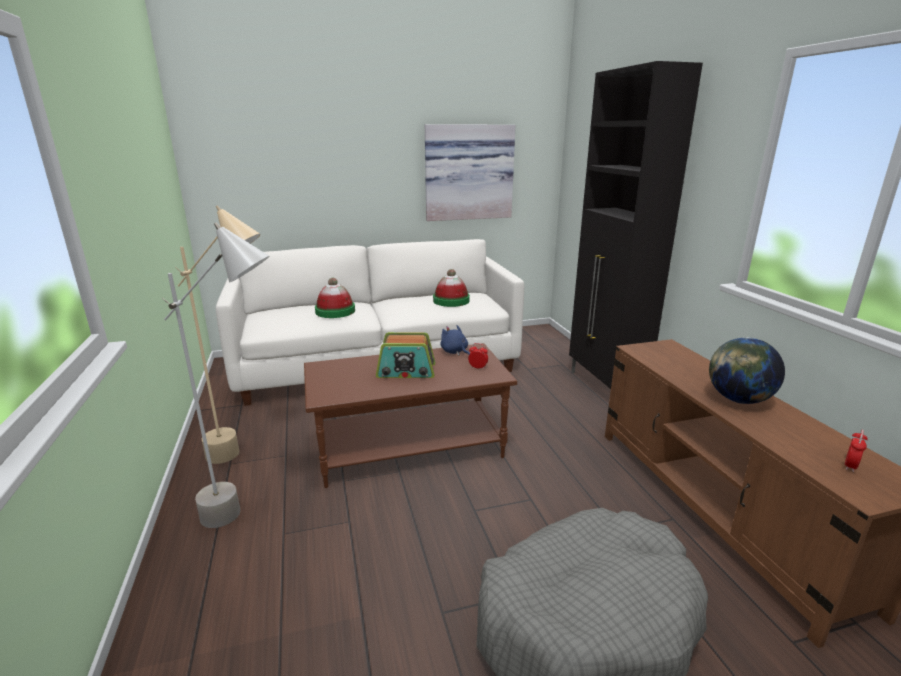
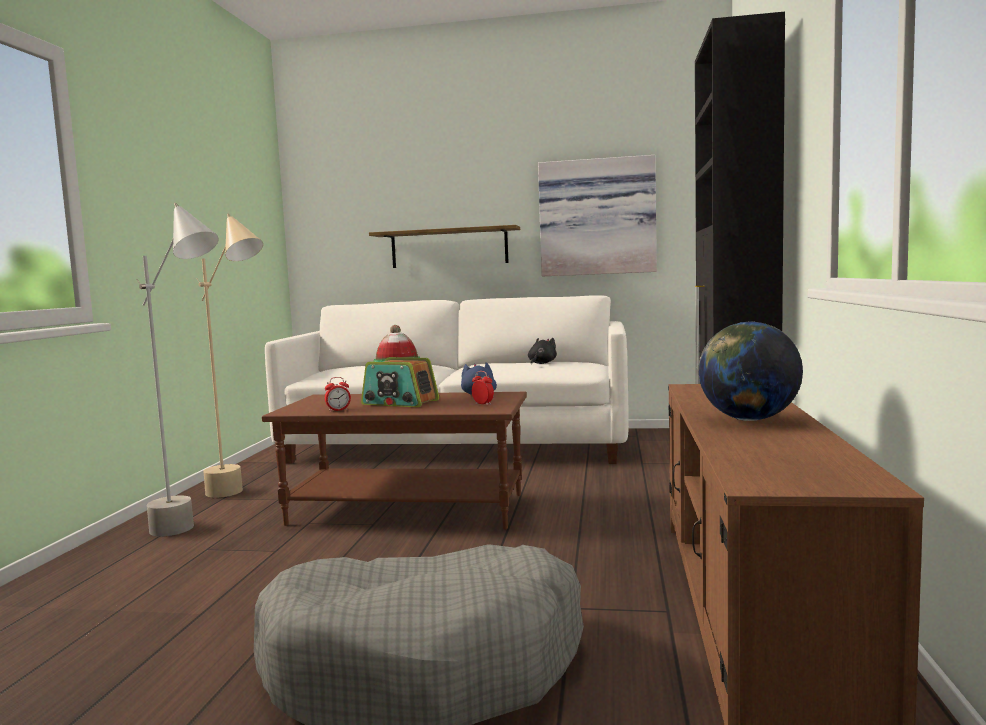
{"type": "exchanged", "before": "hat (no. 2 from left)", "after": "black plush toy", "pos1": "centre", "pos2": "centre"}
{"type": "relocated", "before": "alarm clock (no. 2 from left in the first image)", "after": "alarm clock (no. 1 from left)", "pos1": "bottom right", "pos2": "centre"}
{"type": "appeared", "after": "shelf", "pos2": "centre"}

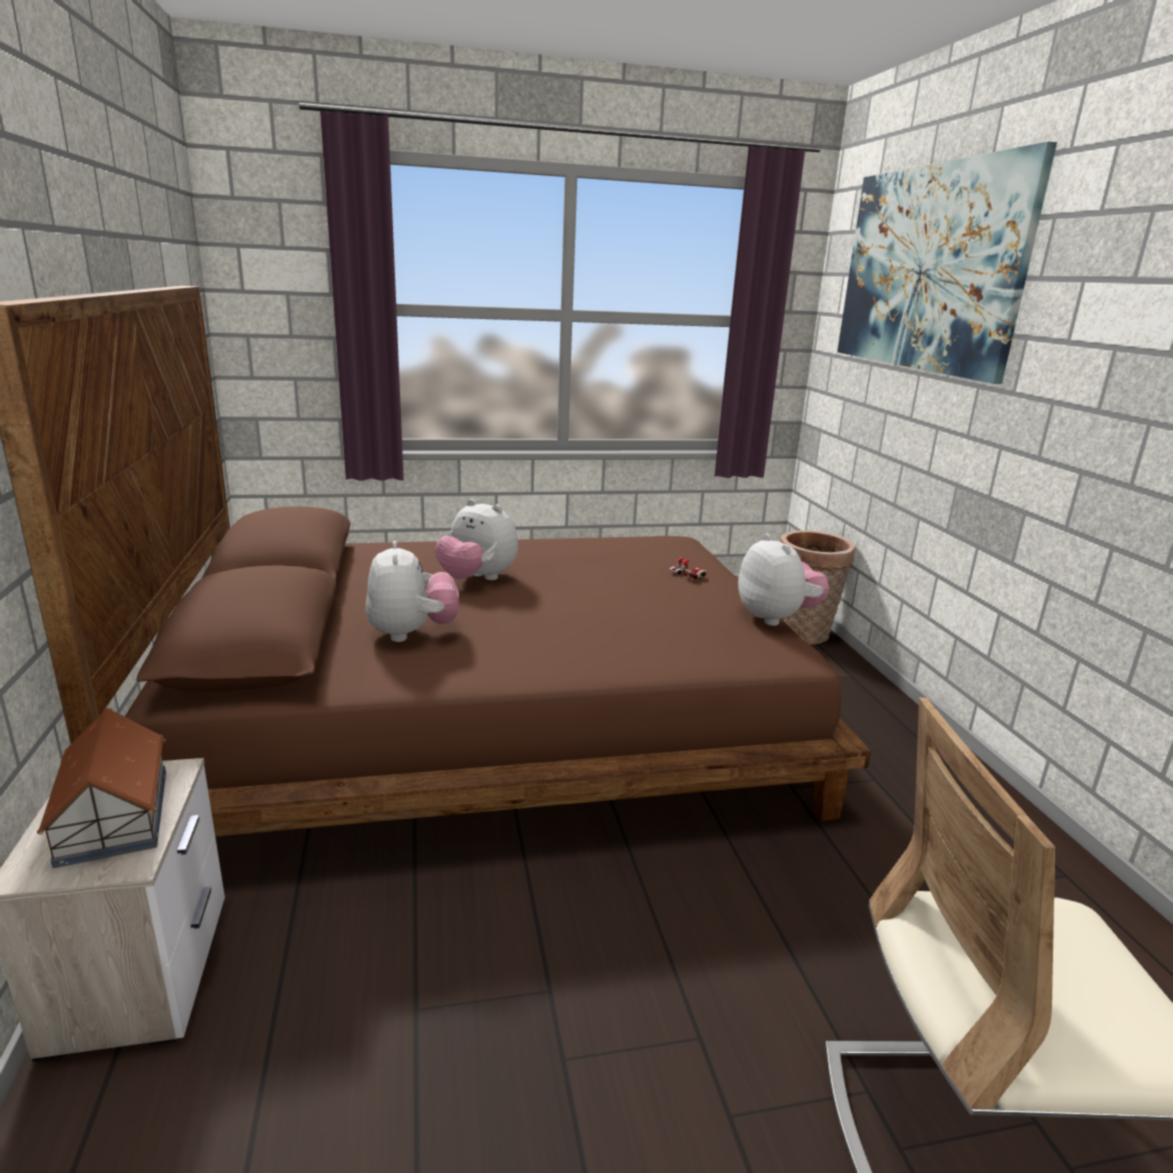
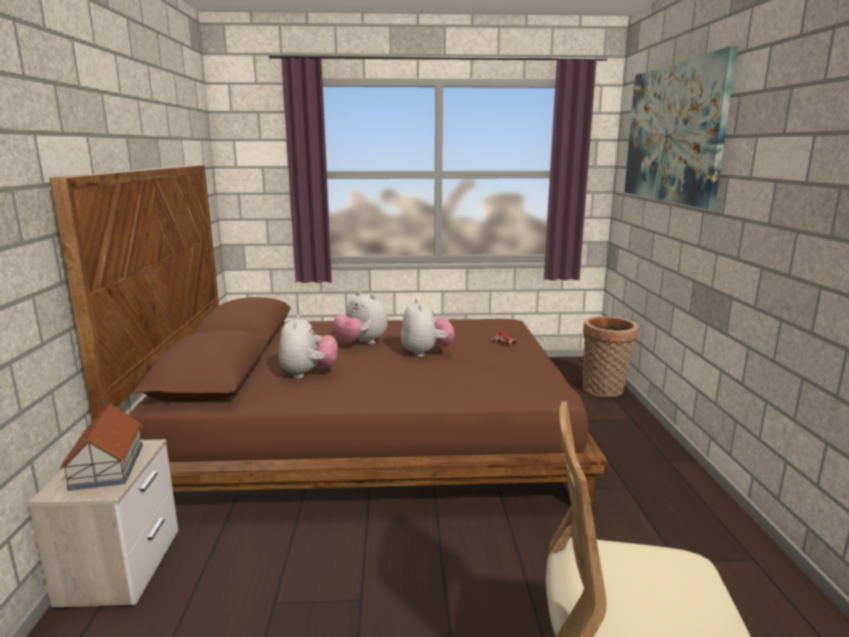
{"type": "relocated", "before": "plush toy (no. 3 from left)", "pos1": "middle right", "pos2": "centre"}

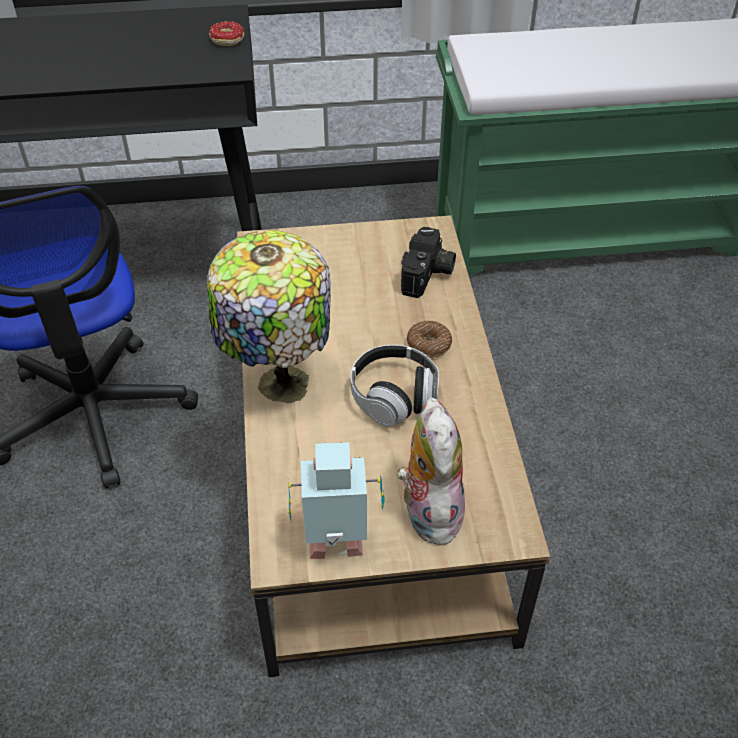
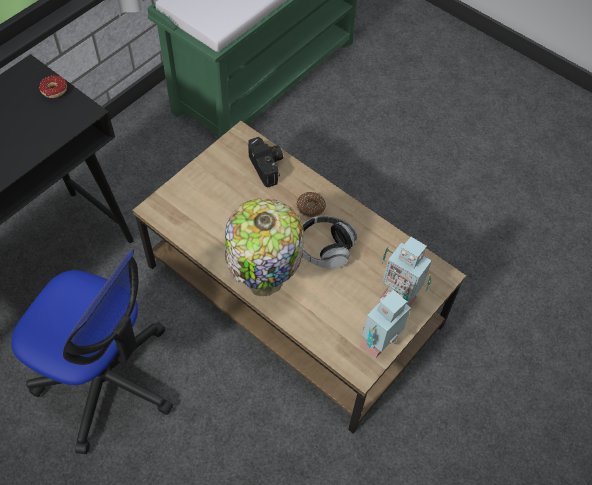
{"type": "exchanged", "before": "plush toy", "after": "toy robot (no. 2 from left)", "pos1": "centre", "pos2": "middle right"}

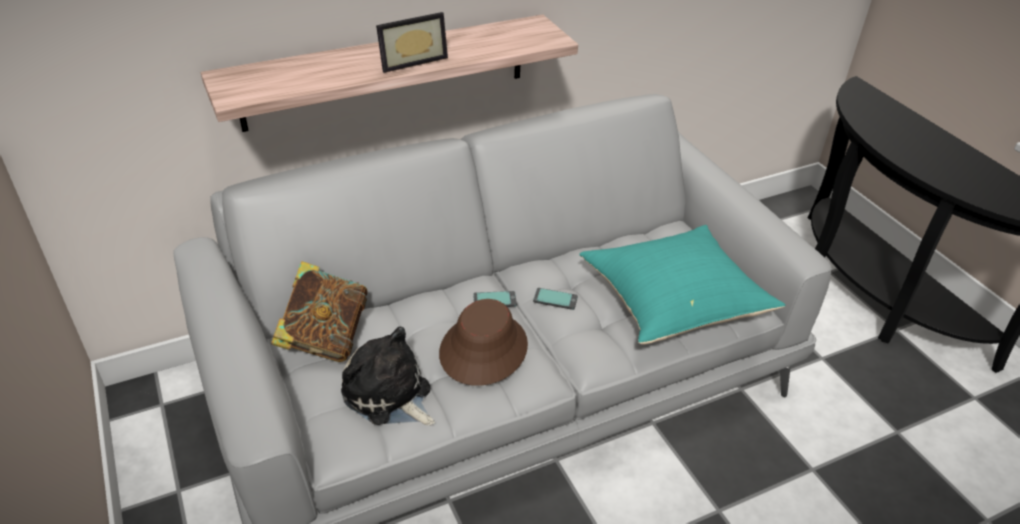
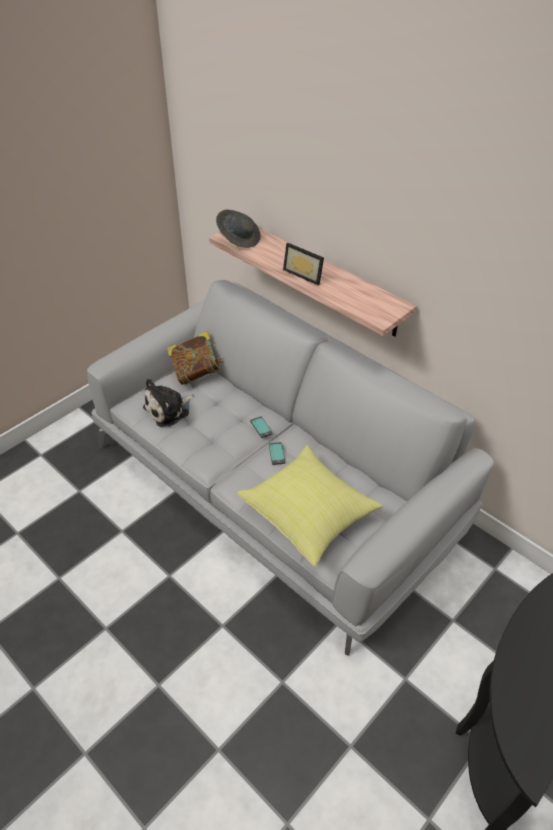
{"type": "spun", "before": "plush toy", "pos1": "bottom centre", "pos2": "middle left", "turn": -150}
{"type": "missing", "before": "brown hat", "pos1": "centre"}
{"type": "colour", "before": "turquoise pillow", "after": "yellow pillow", "pos1": "middle right", "pos2": "centre"}
{"type": "appeared", "after": "grey hat", "pos2": "top centre"}

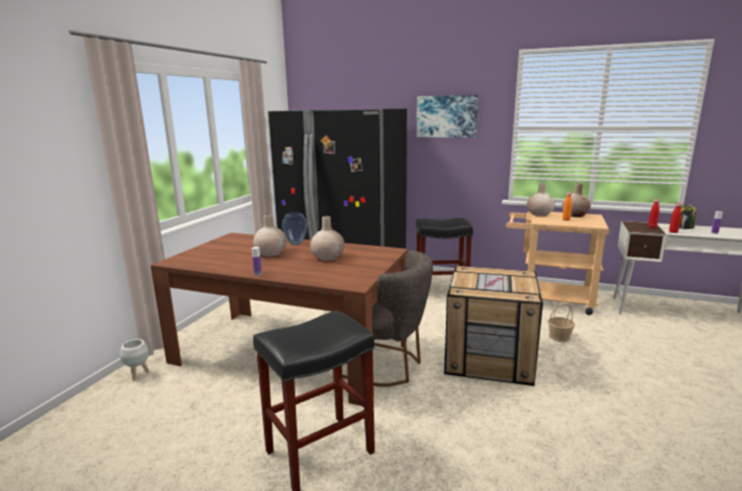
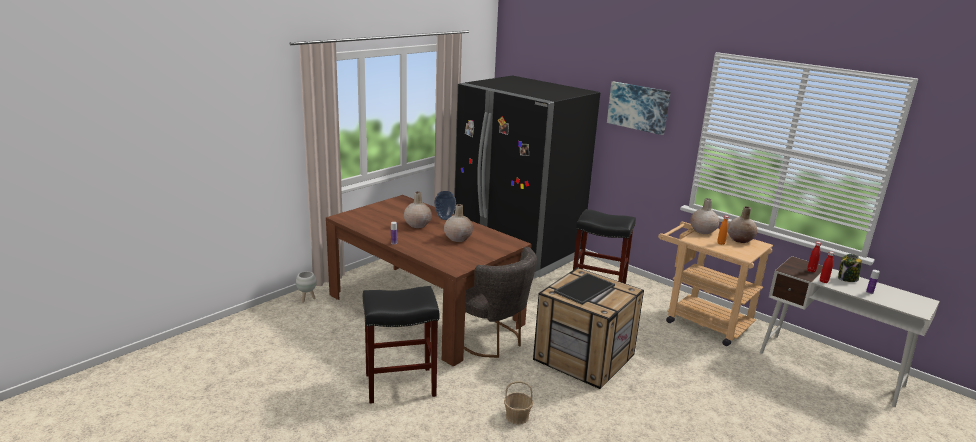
{"type": "relocated", "before": "basket", "pos1": "middle right", "pos2": "bottom centre"}
{"type": "appeared", "after": "tray", "pos2": "centre"}

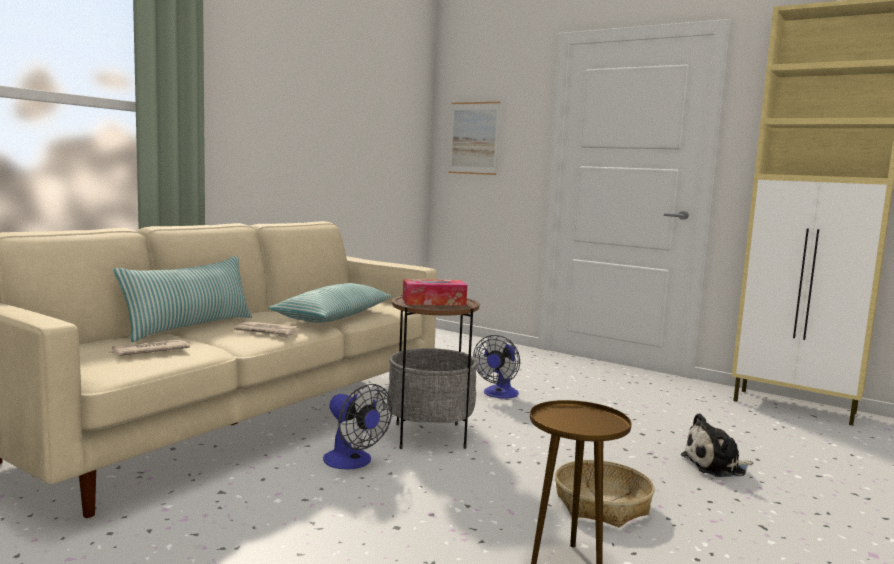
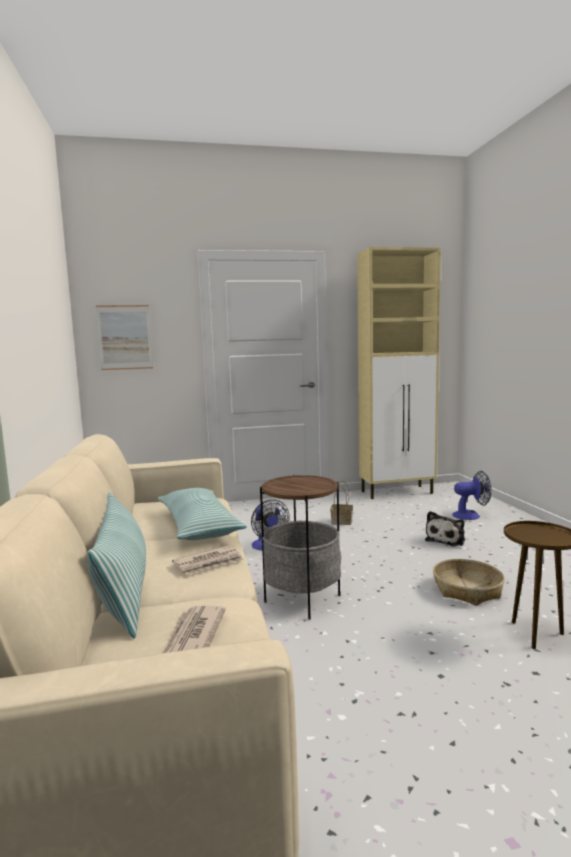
{"type": "relocated", "before": "fan (no. 1 from left in the first image)", "after": "fan (no. 2 from left)", "pos1": "bottom centre", "pos2": "middle right"}
{"type": "missing", "before": "tissue box", "pos1": "centre"}
{"type": "appeared", "after": "basket (no. 1 from left)", "pos2": "centre"}

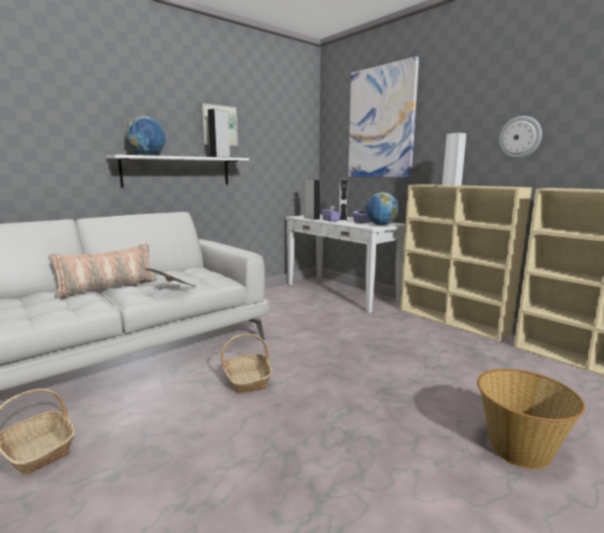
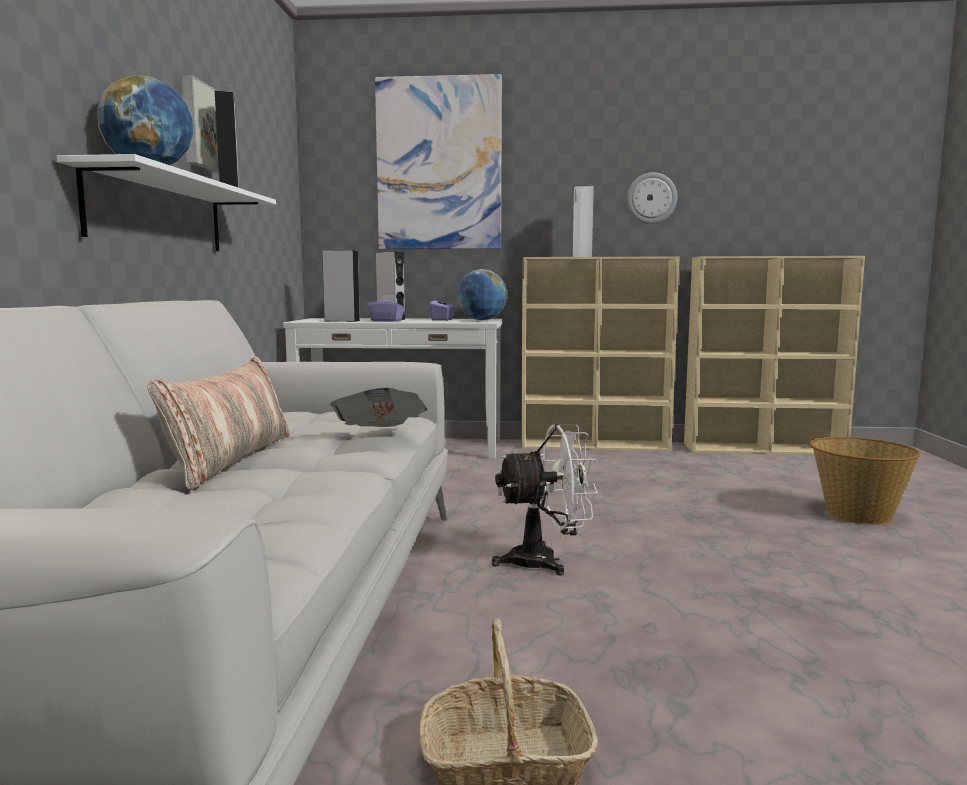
{"type": "exchanged", "before": "basket (no. 2 from left)", "after": "white fan", "pos1": "bottom centre", "pos2": "centre"}

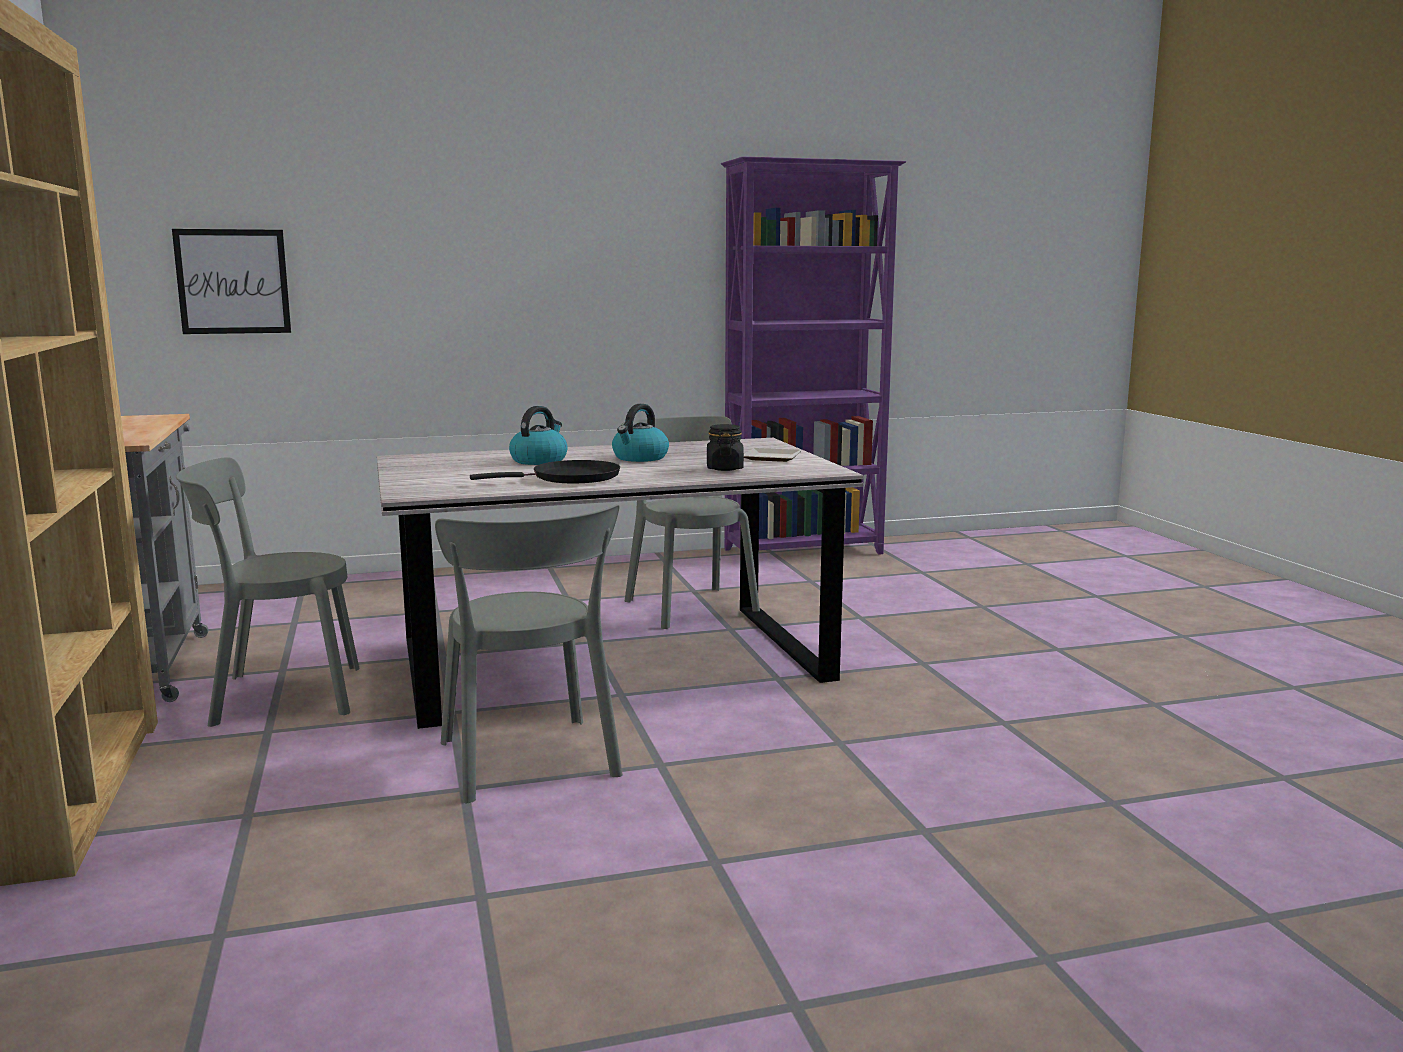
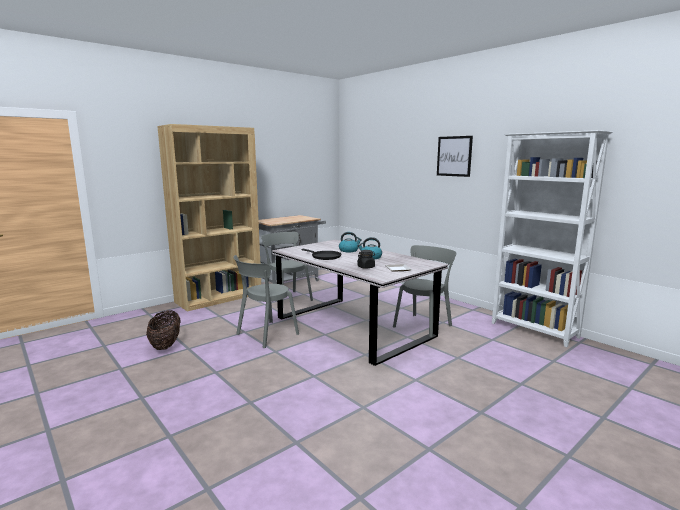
{"type": "relocated", "before": "picture", "pos1": "top left", "pos2": "top right"}
{"type": "colour", "before": "purple bookcase", "after": "white bookcase", "pos1": "centre", "pos2": "middle right"}
{"type": "appeared", "after": "basket", "pos2": "middle left"}

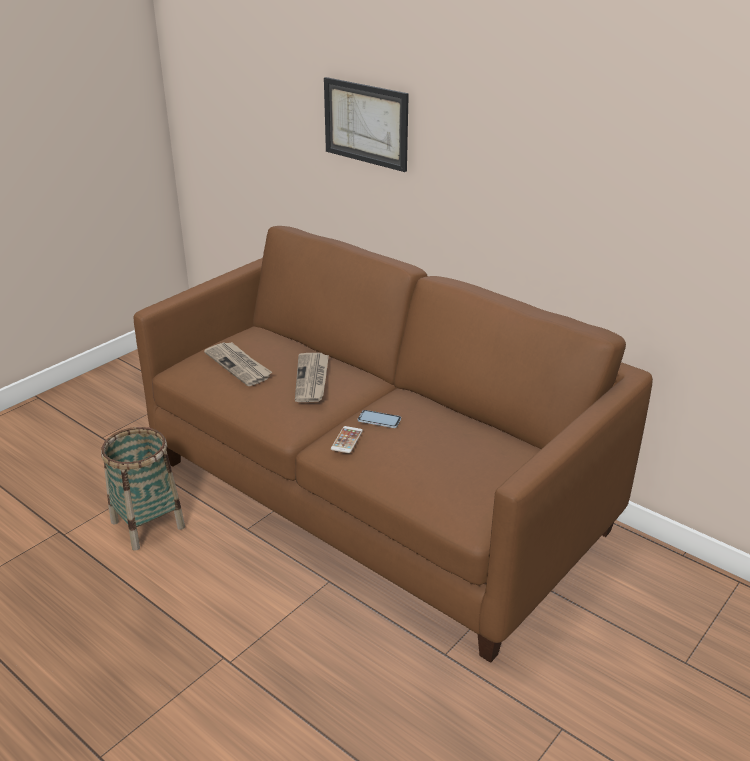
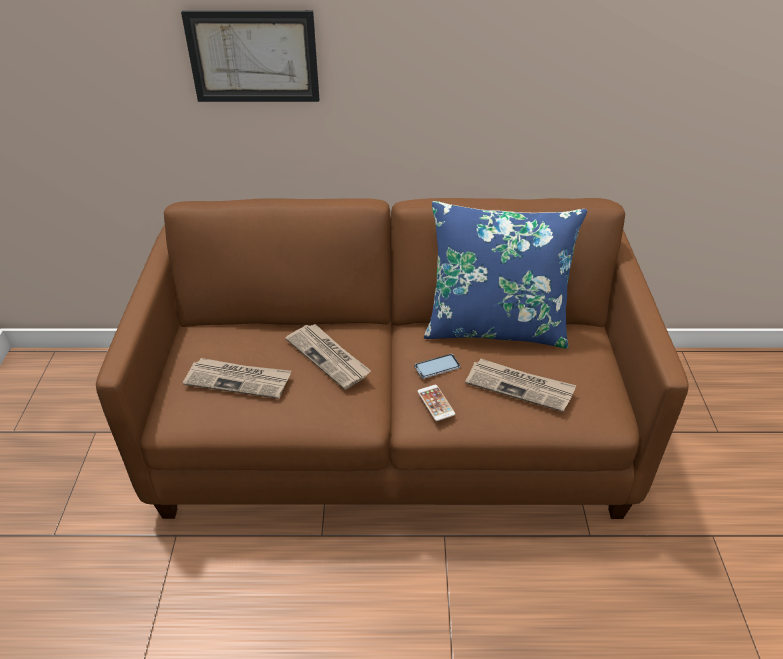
{"type": "missing", "before": "basket", "pos1": "middle left"}
{"type": "appeared", "after": "blue pillow", "pos2": "centre"}
{"type": "appeared", "after": "newspaper (no. 3 from left)", "pos2": "centre"}

